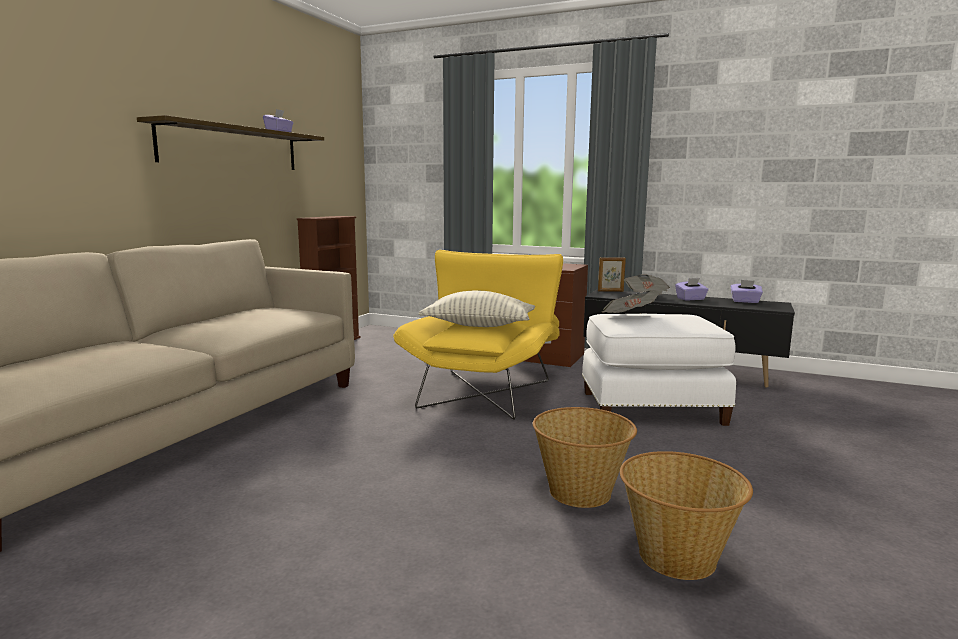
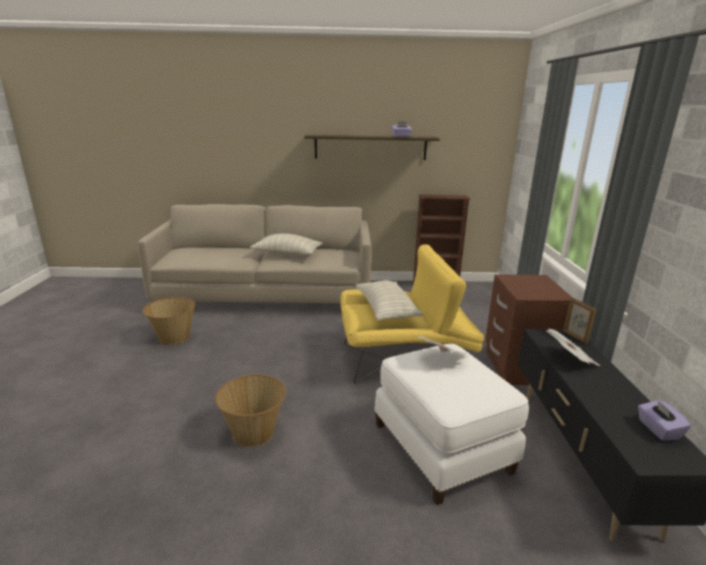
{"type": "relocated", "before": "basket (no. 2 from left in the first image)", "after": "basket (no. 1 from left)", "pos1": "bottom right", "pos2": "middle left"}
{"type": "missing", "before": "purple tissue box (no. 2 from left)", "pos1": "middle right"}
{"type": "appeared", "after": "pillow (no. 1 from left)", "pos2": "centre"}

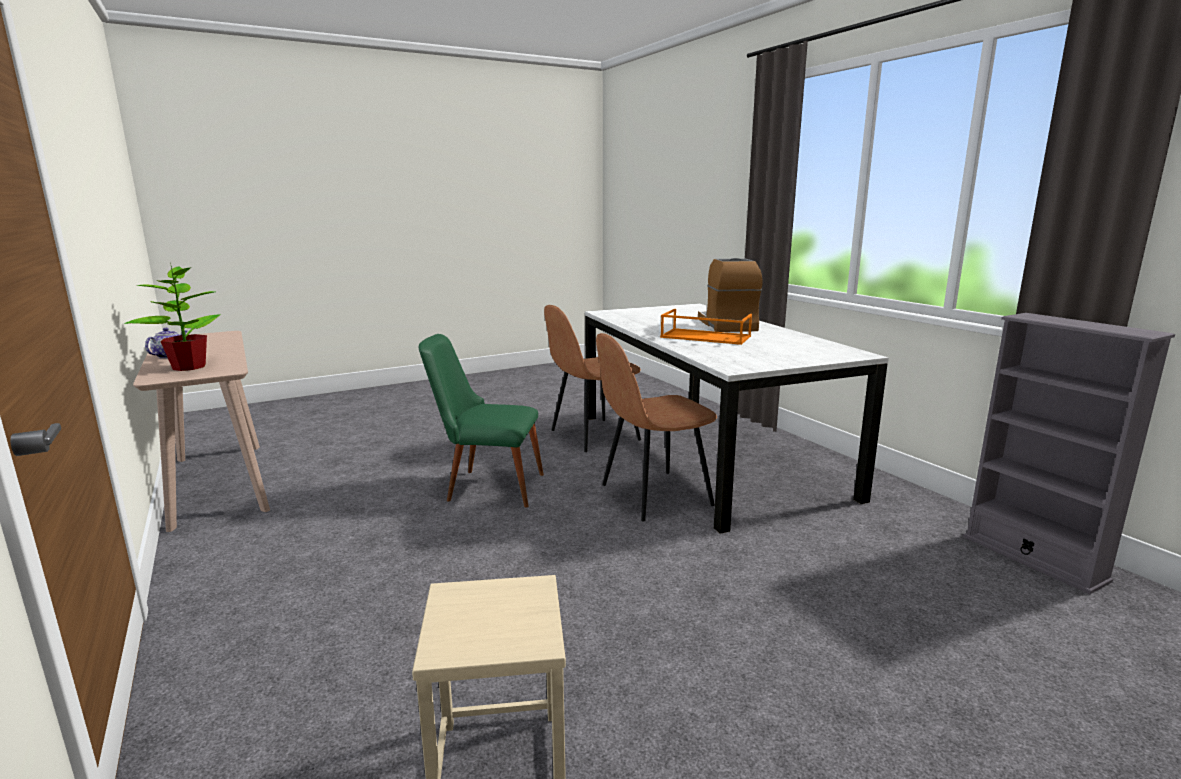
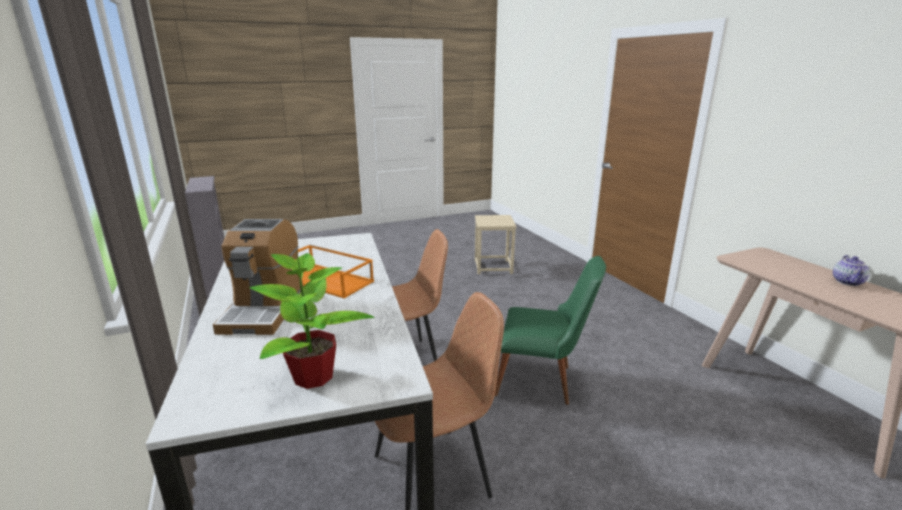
{"type": "relocated", "before": "potted plant", "pos1": "middle left", "pos2": "centre"}

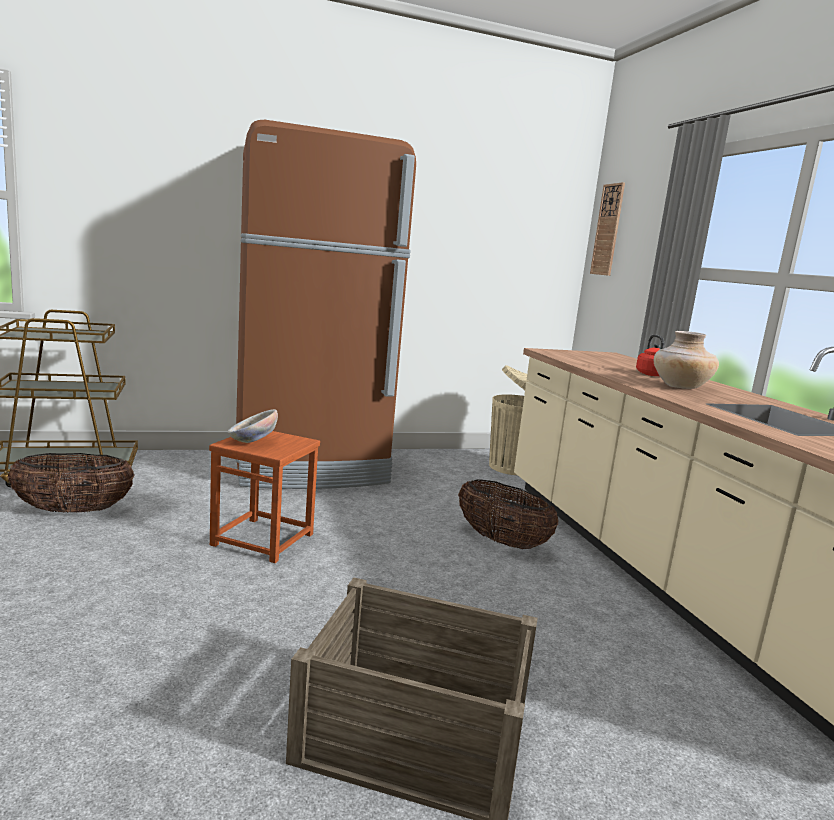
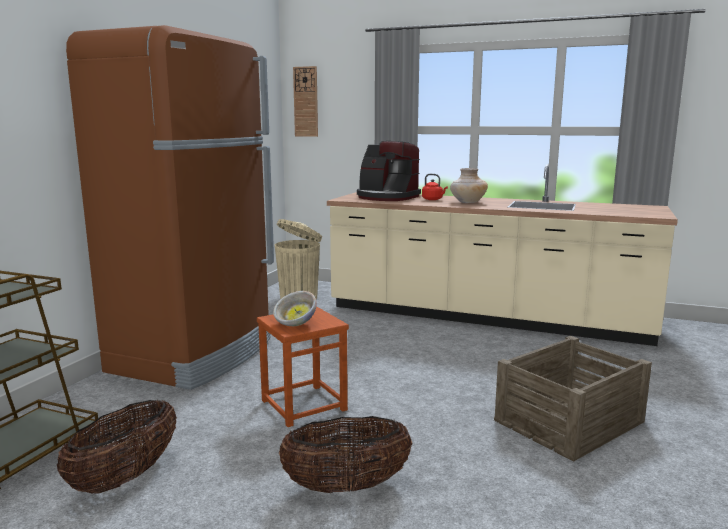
{"type": "relocated", "before": "basket (no. 2 from left)", "pos1": "centre", "pos2": "bottom centre"}
{"type": "appeared", "after": "coffee machine", "pos2": "top centre"}

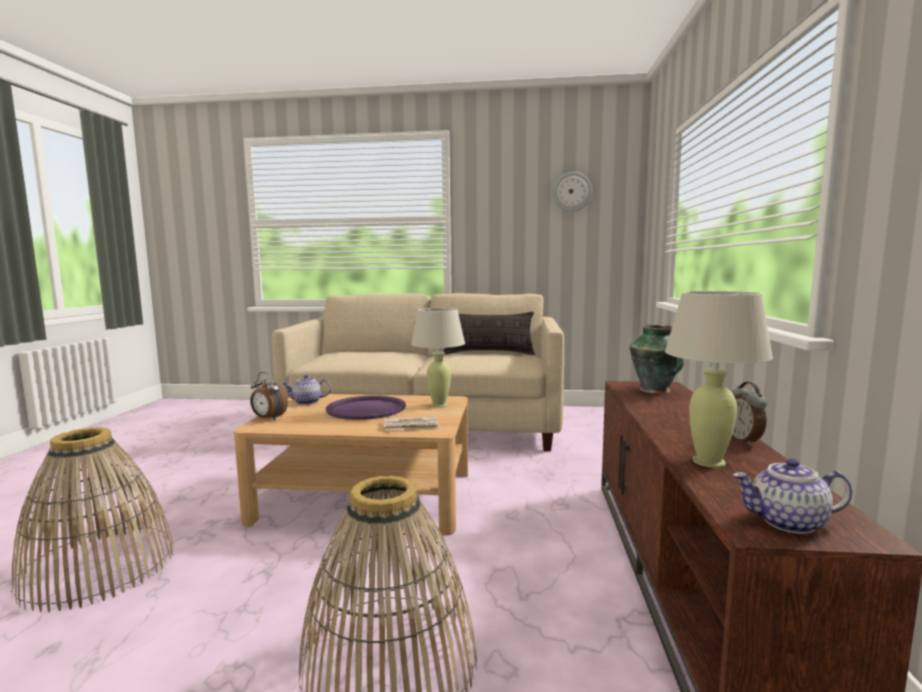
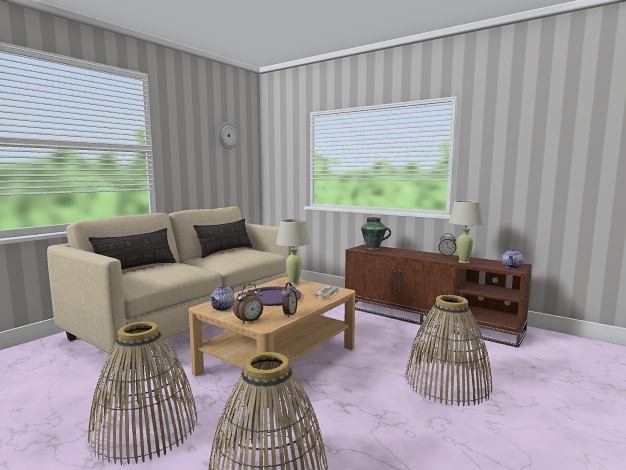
{"type": "appeared", "after": "basket (no. 1 from left)", "pos2": "bottom left"}
{"type": "appeared", "after": "pillow (no. 1 from left)", "pos2": "middle left"}
{"type": "appeared", "after": "alarm clock (no. 2 from left)", "pos2": "centre"}

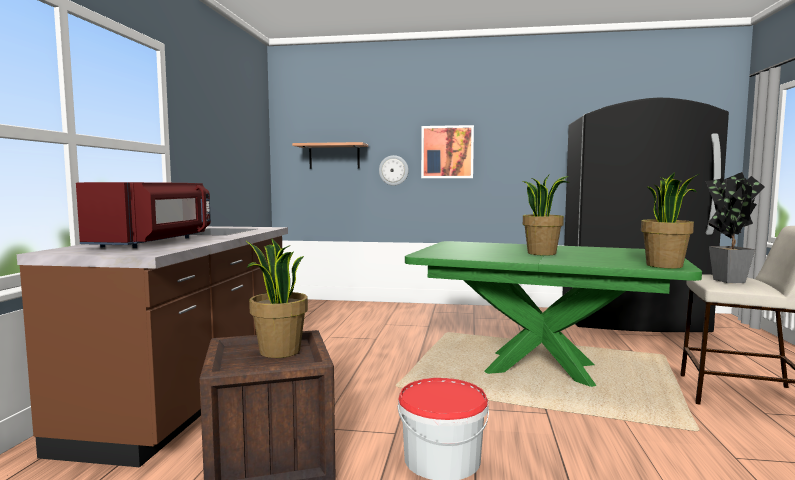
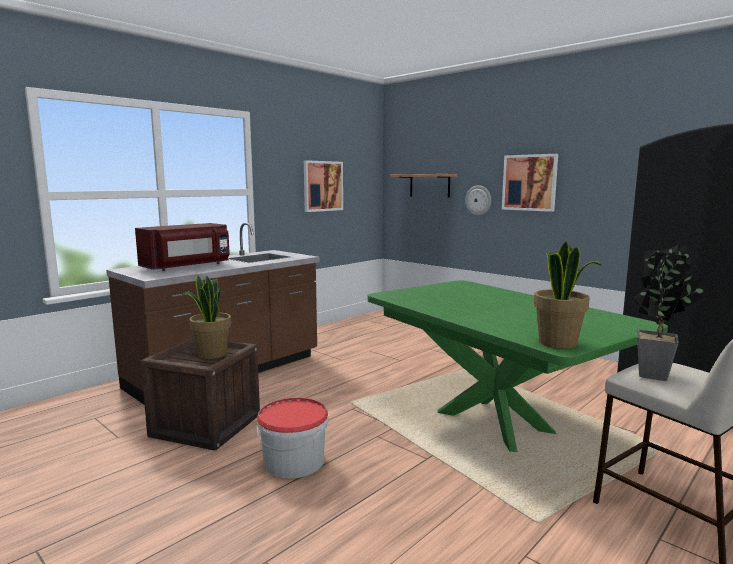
{"type": "missing", "before": "potted plant (no. 2 from left)", "pos1": "middle right"}
{"type": "appeared", "after": "picture (no. 1 from left)", "pos2": "top centre"}

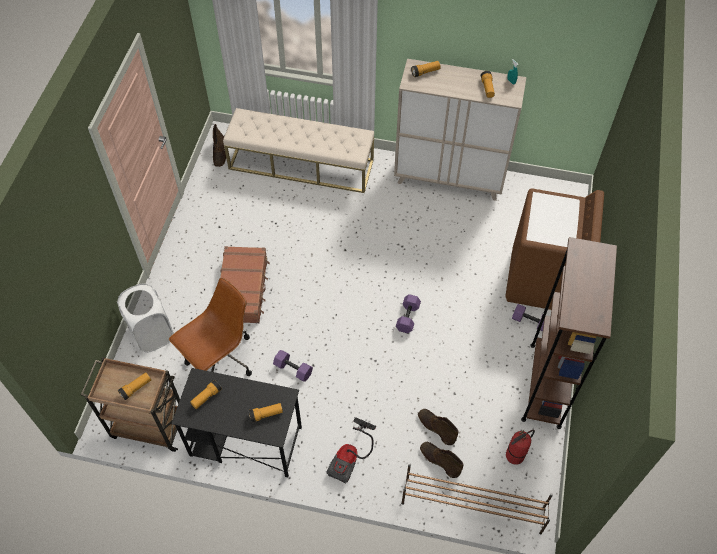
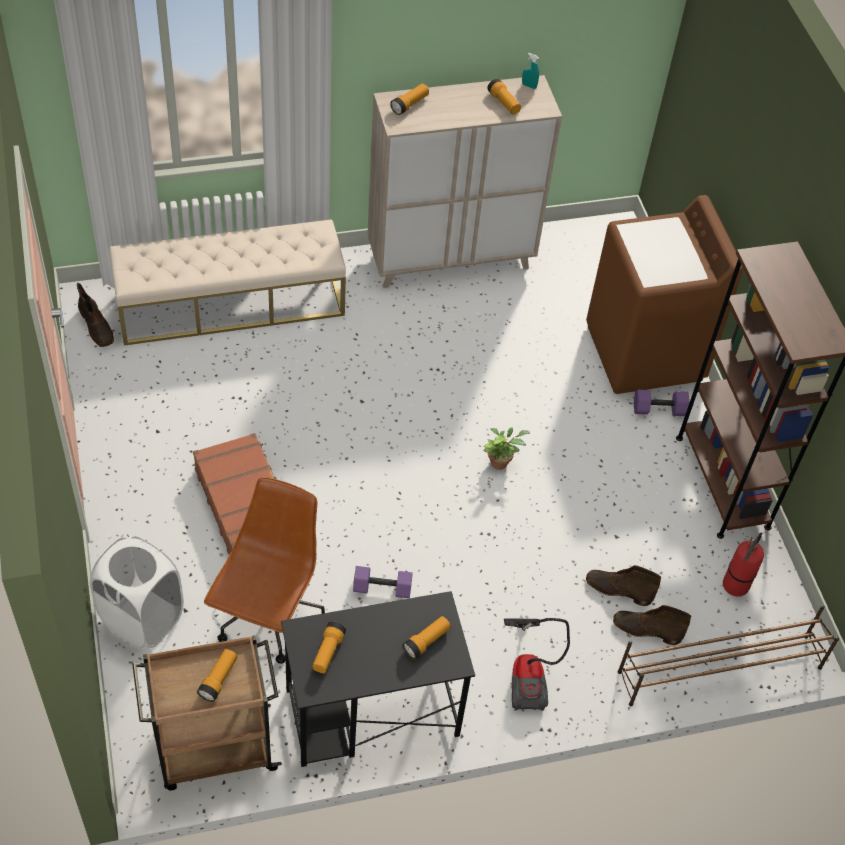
{"type": "exchanged", "before": "purple dumbbell (no. 2 from left)", "after": "potted plant", "pos1": "centre", "pos2": "centre"}

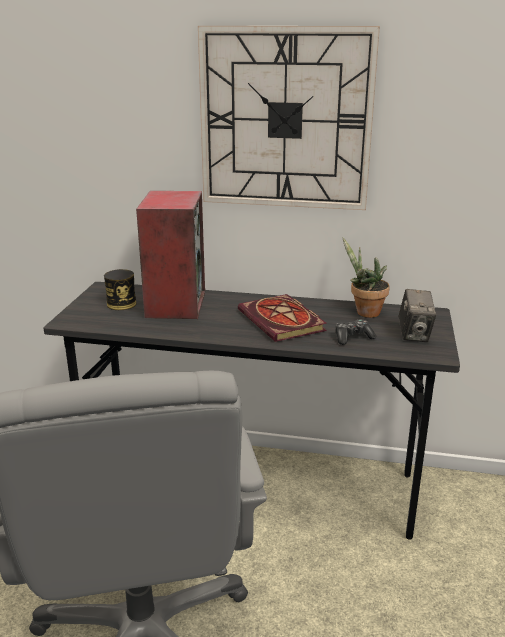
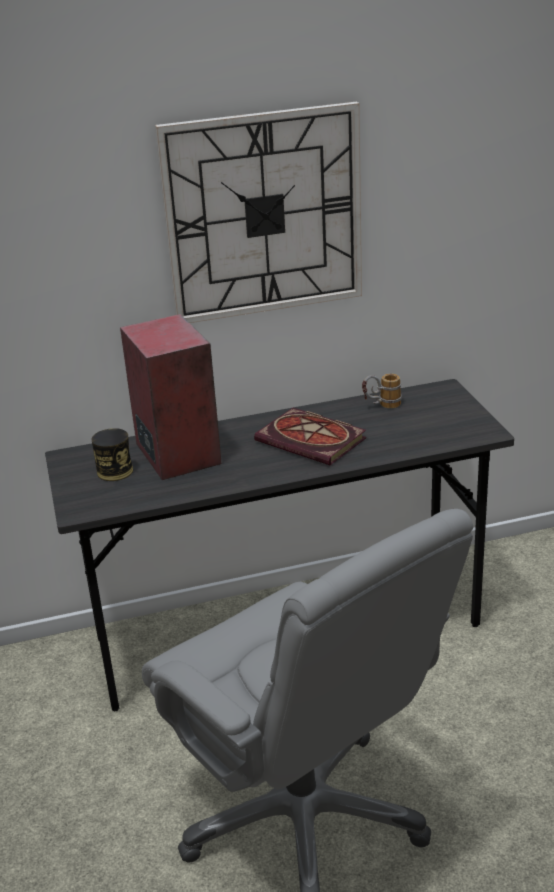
{"type": "missing", "before": "game controller", "pos1": "middle right"}
{"type": "exchanged", "before": "potted plant", "after": "mug", "pos1": "middle right", "pos2": "middle right"}
{"type": "missing", "before": "photo camera", "pos1": "middle right"}

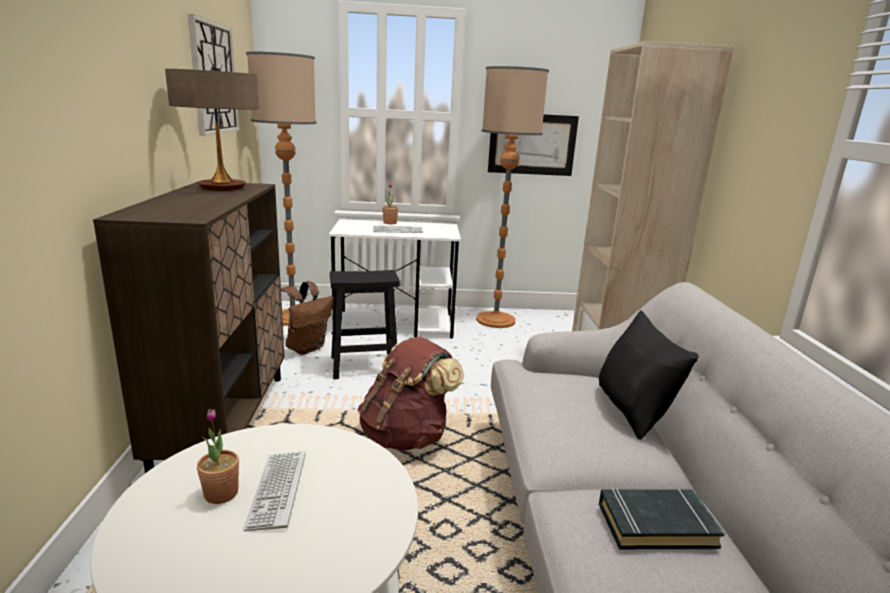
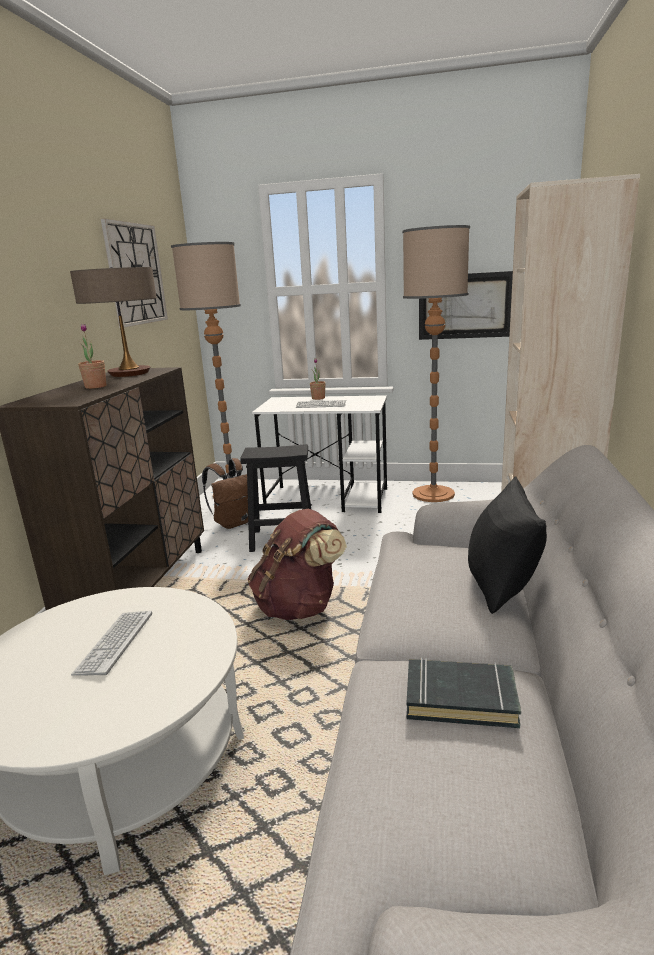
{"type": "relocated", "before": "potted plant (no. 1 from left)", "pos1": "bottom left", "pos2": "middle left"}

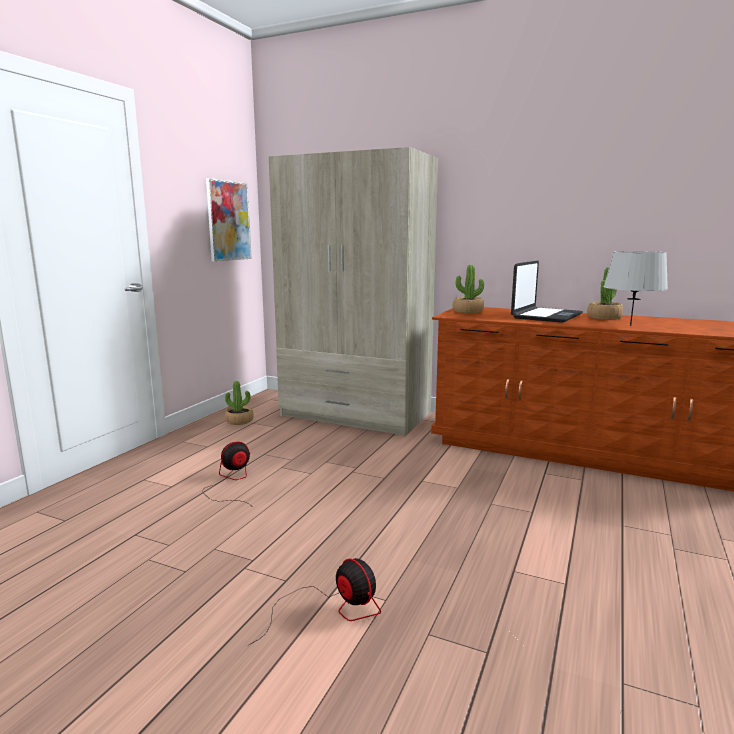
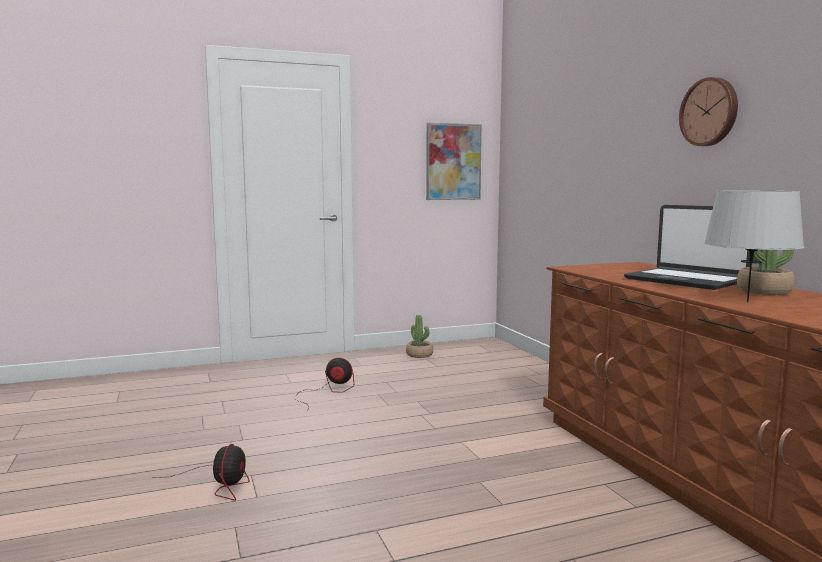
{"type": "missing", "before": "beige wardrobe", "pos1": "centre"}
{"type": "missing", "before": "potted plant (no. 2 from left)", "pos1": "centre"}
{"type": "spun", "before": "laptop", "pos1": "middle right", "pos2": "middle right", "turn": 60}
{"type": "appeared", "after": "wall clock", "pos2": "top right"}

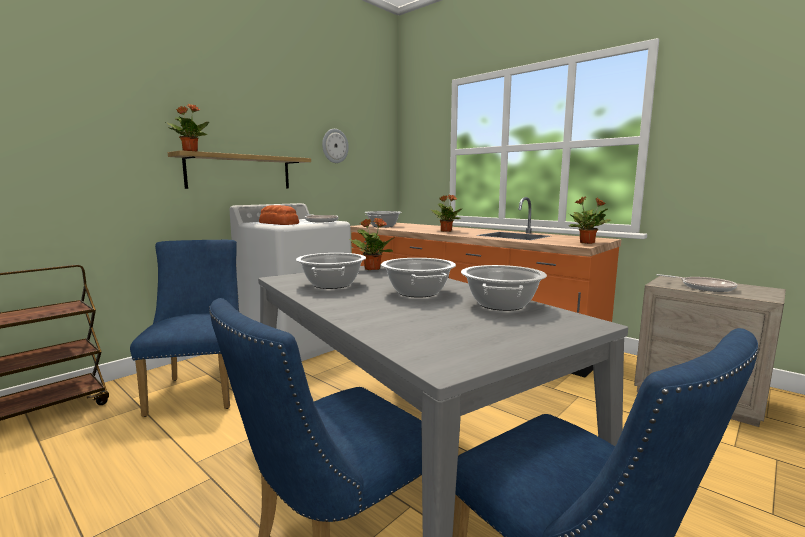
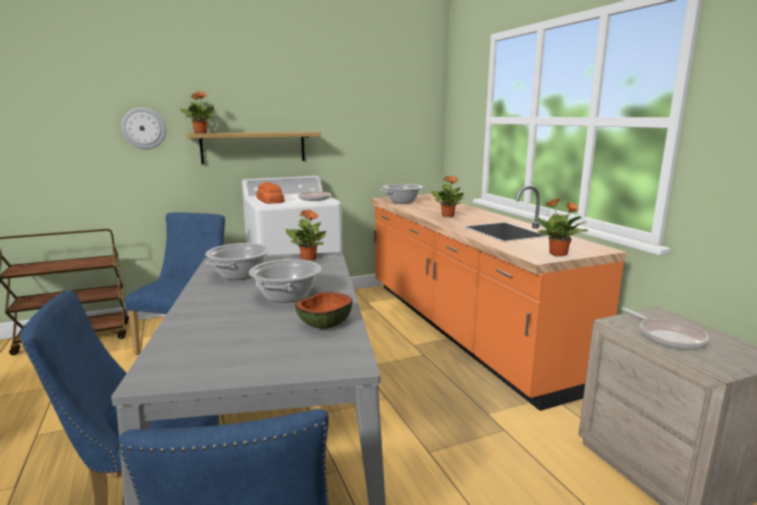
{"type": "relocated", "before": "wall clock", "pos1": "top centre", "pos2": "top left"}
{"type": "exchanged", "before": "cooking pot (no. 4 from left)", "after": "bowl", "pos1": "centre", "pos2": "centre"}

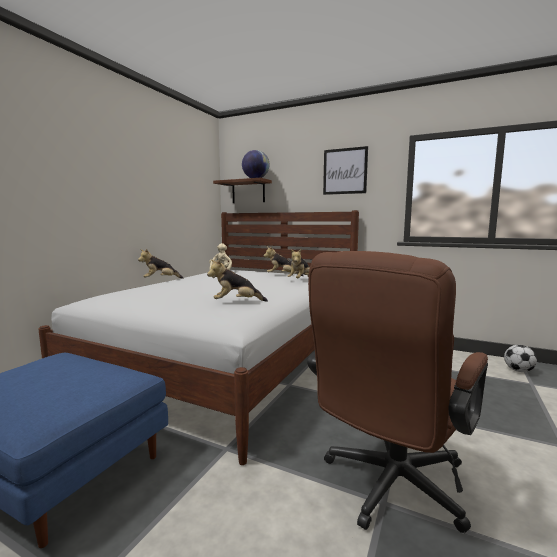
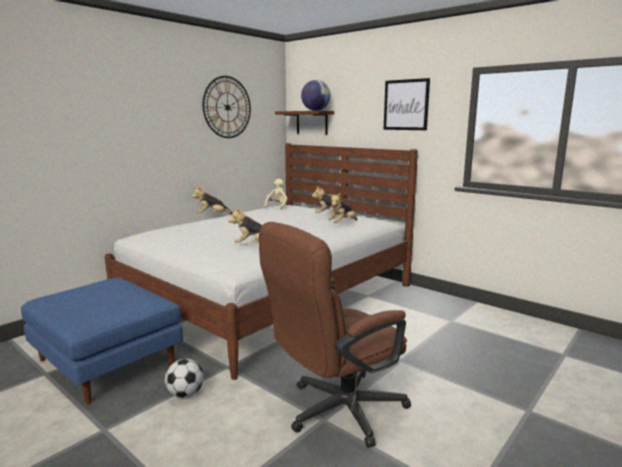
{"type": "relocated", "before": "football", "pos1": "middle right", "pos2": "bottom left"}
{"type": "appeared", "after": "wall clock", "pos2": "top centre"}

